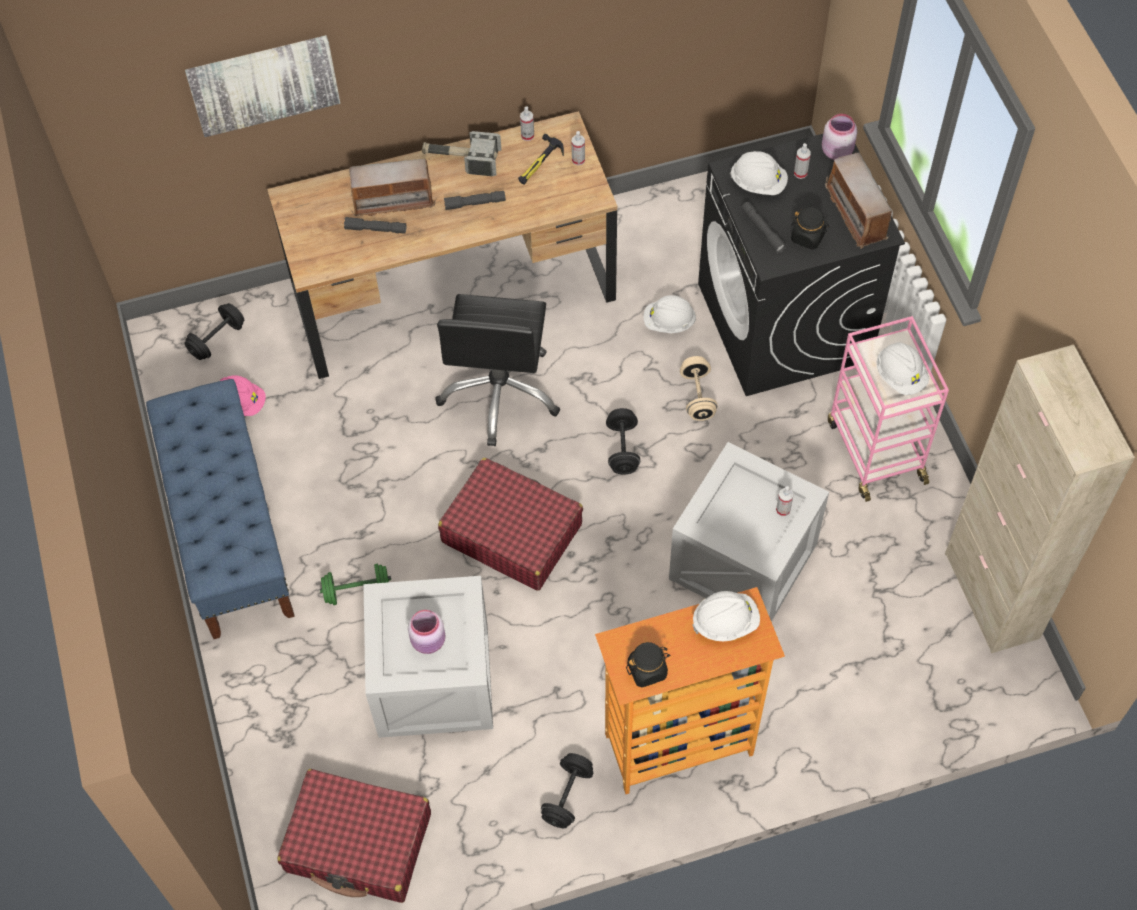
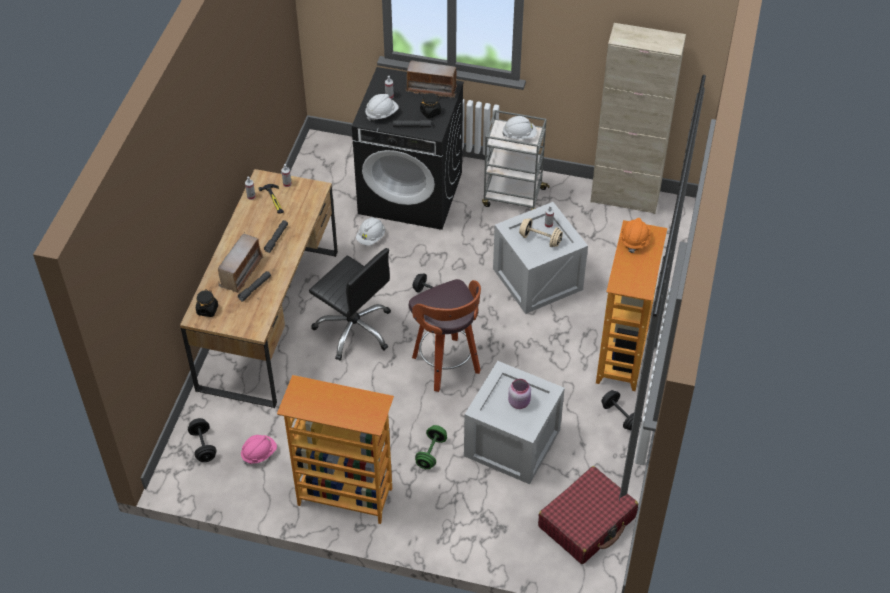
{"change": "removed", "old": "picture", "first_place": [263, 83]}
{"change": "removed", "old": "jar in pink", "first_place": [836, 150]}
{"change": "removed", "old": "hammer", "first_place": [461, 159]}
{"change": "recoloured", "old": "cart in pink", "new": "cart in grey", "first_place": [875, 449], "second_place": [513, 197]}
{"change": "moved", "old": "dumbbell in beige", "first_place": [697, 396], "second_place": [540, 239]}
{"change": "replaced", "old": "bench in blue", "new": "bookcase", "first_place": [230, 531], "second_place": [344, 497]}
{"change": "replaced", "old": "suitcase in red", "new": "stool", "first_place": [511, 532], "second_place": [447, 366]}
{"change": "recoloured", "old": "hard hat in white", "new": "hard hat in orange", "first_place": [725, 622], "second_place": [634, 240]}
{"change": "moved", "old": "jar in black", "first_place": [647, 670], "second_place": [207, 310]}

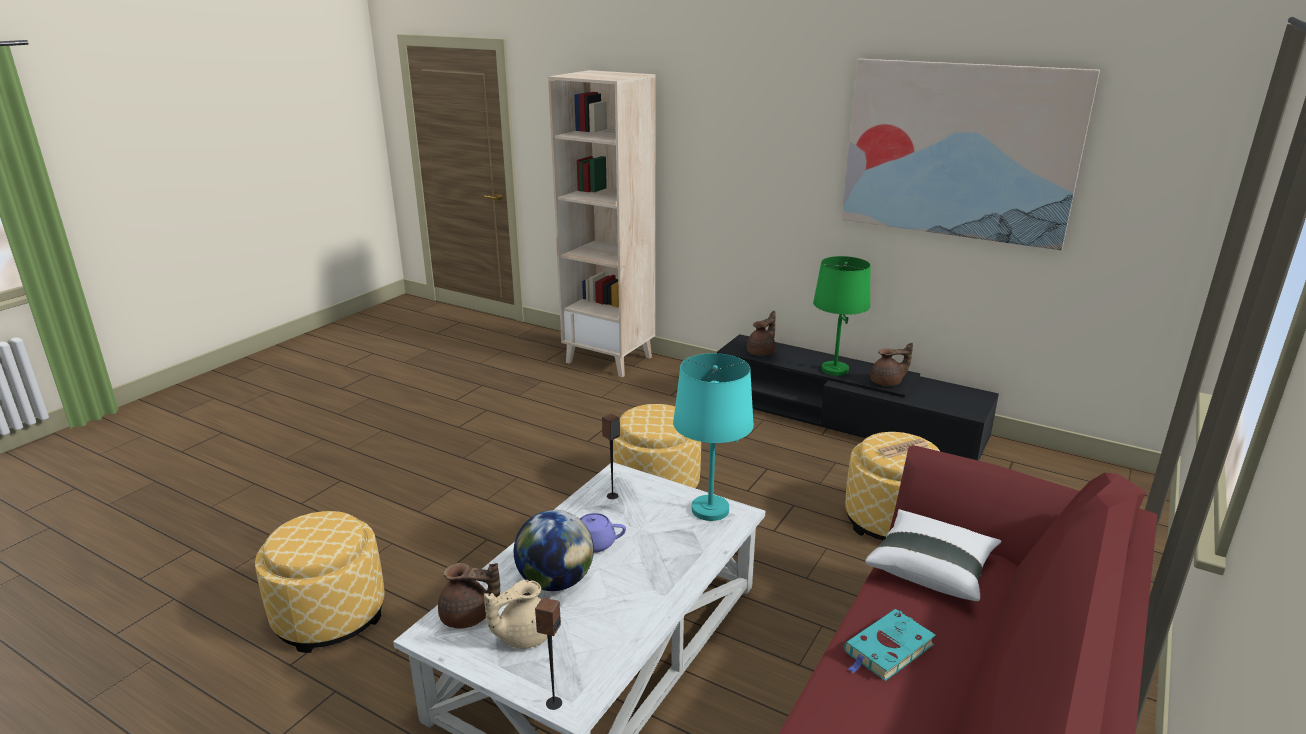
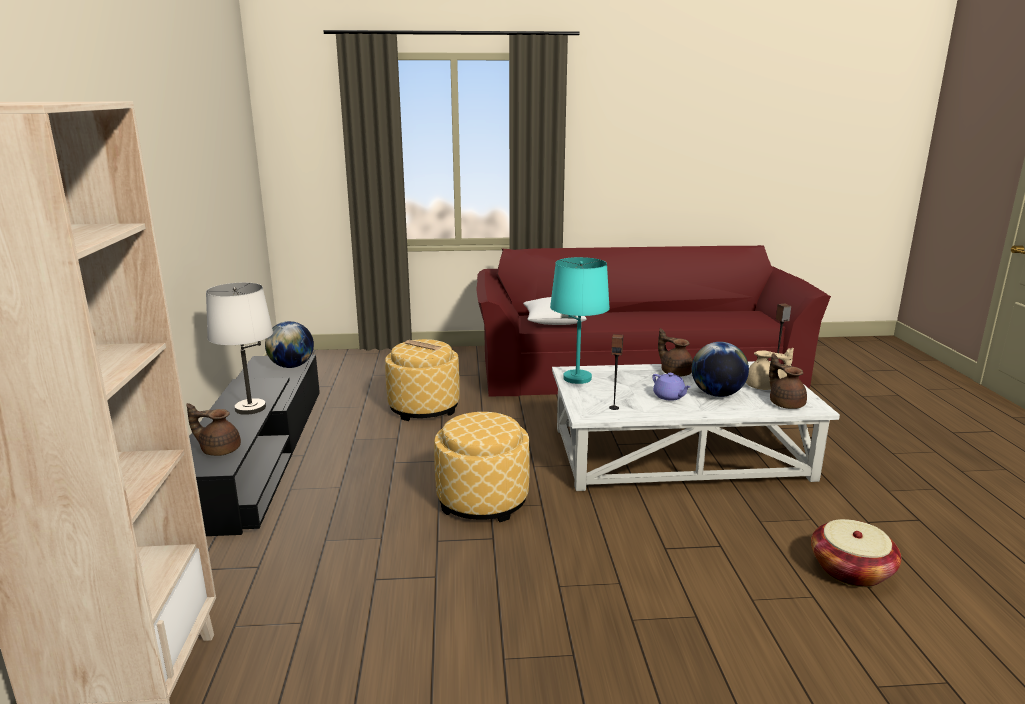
{"change": "removed", "old": "picture", "first_place": [958, 151]}
{"change": "recoloured", "old": "table lamp in green", "new": "table lamp in white", "first_place": [834, 370], "second_place": [250, 408]}
{"change": "moved", "old": "teapot in brown", "first_place": [887, 382], "second_place": [675, 372]}
{"change": "replaced", "old": "ottoman", "new": "basket", "first_place": [329, 615], "second_place": [851, 570]}
{"change": "removed", "old": "book in turquoise", "first_place": [887, 650]}
{"change": "added", "new": "globe", "second_place": [292, 366]}

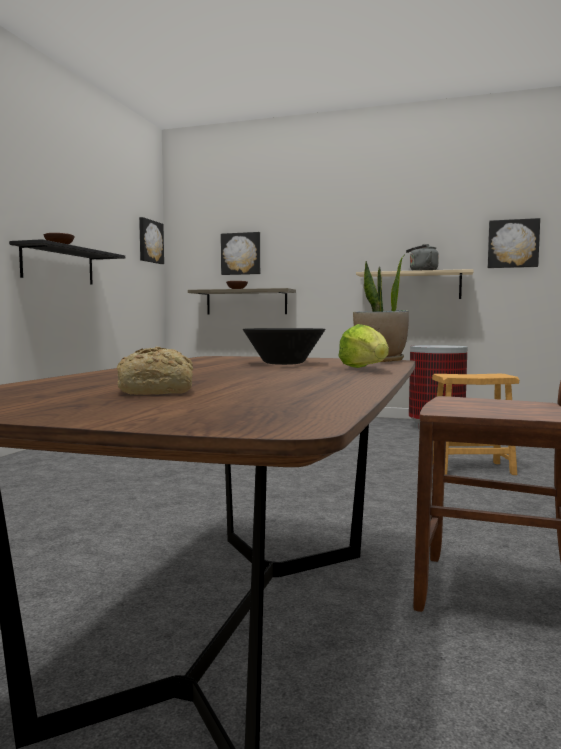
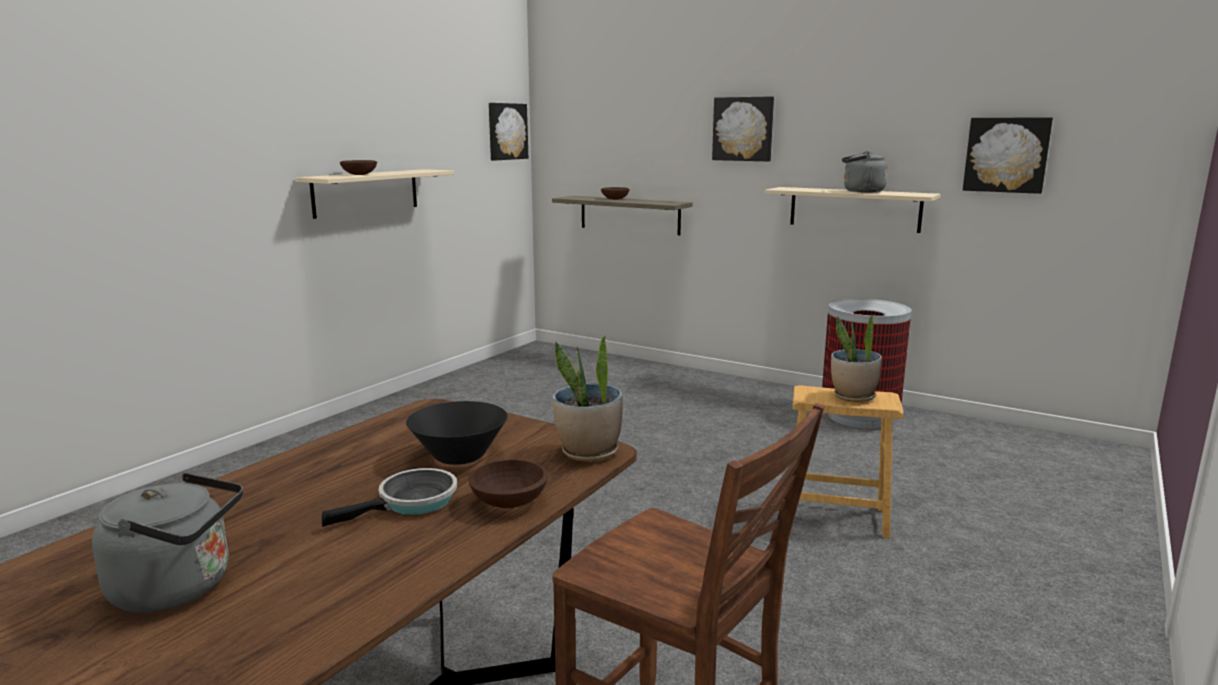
{"change": "moved", "old": "picture", "first_place": [241, 254], "second_place": [743, 129]}
{"change": "recoloured", "old": "shelf in black", "new": "shelf in beige", "first_place": [58, 265], "second_place": [366, 192]}
{"change": "replaced", "old": "lettuce", "new": "bowl in brown", "first_place": [365, 369], "second_place": [510, 501]}
{"change": "replaced", "old": "bread", "new": "kettle in grey", "first_place": [158, 391], "second_place": [179, 588]}
{"change": "added", "new": "potted plant", "second_place": [853, 397]}
{"change": "added", "new": "frying pan", "second_place": [412, 503]}

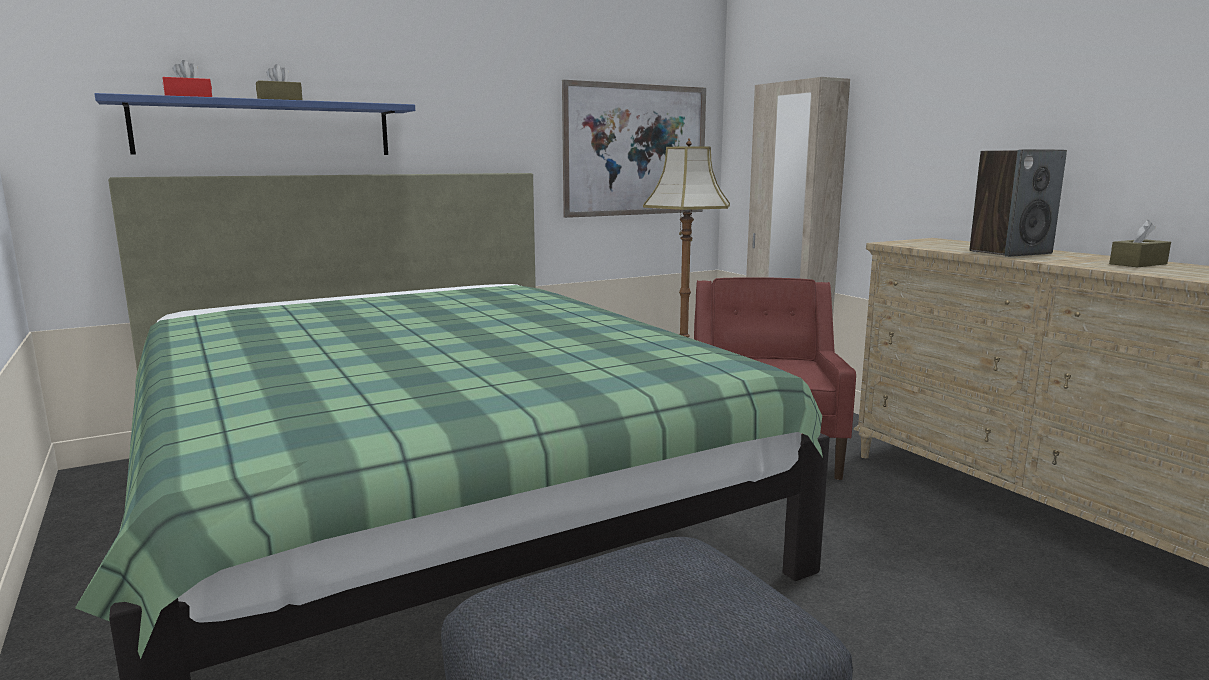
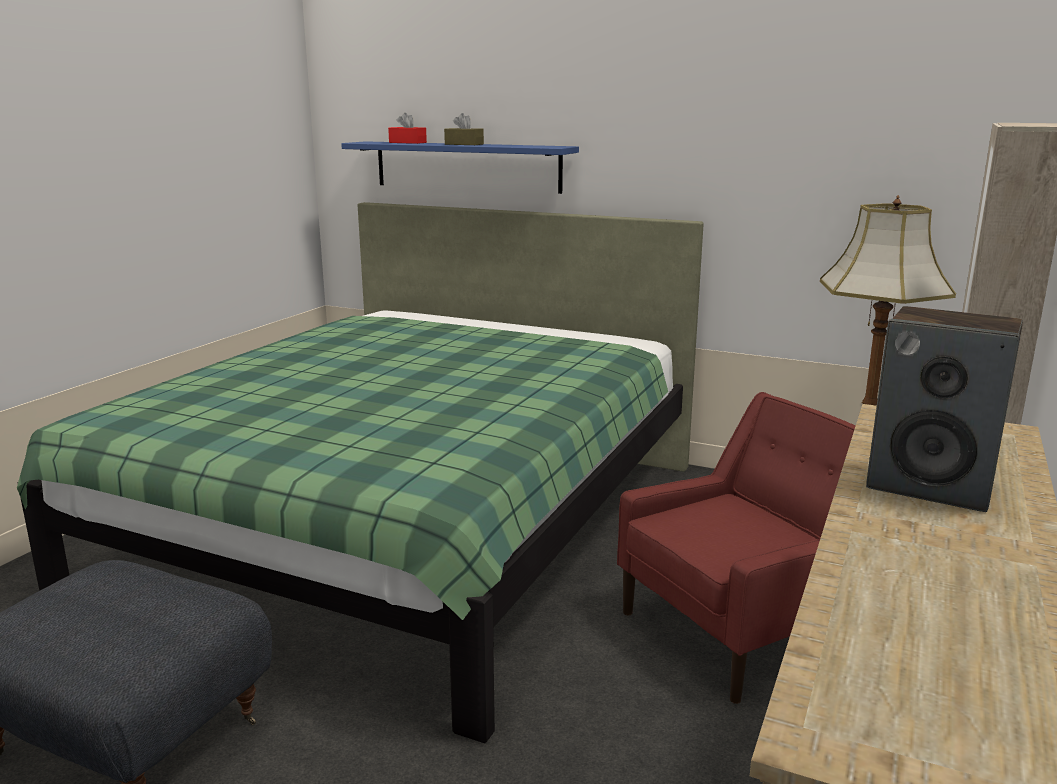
{"change": "removed", "old": "picture", "first_place": [636, 150]}
{"change": "removed", "old": "tissue box in brown", "first_place": [1138, 264]}

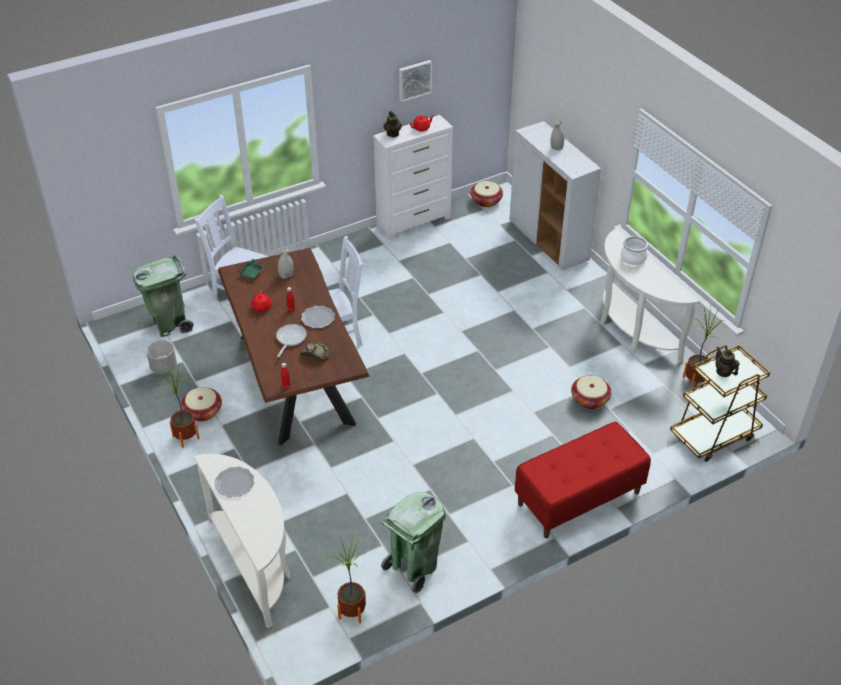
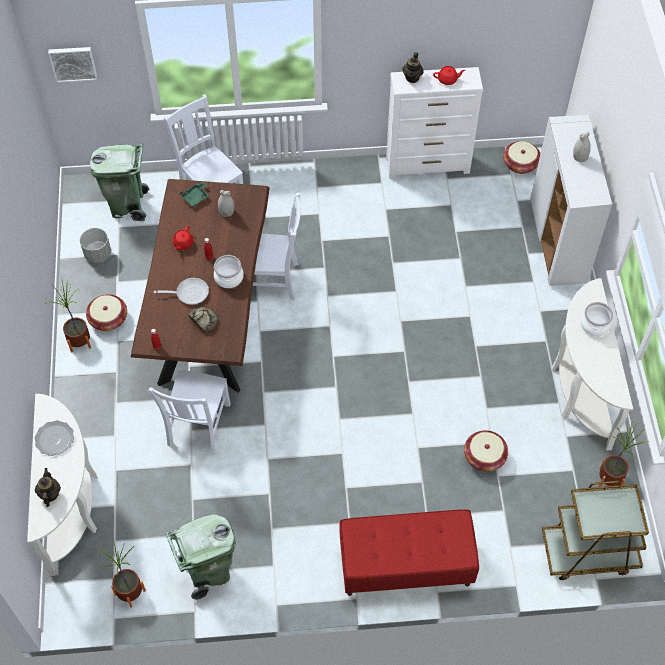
{"change": "moved", "old": "picture", "first_place": [414, 80], "second_place": [73, 63]}
{"change": "replaced", "old": "plate", "new": "cooking pot", "first_place": [317, 318], "second_place": [228, 277]}
{"change": "turned", "old": "frying pan", "first_place": [290, 339], "second_place": [189, 293], "degrees": 45}
{"change": "moved", "old": "teapot", "first_place": [723, 372], "second_place": [50, 494]}
{"change": "added", "new": "chair in white", "second_place": [198, 427]}

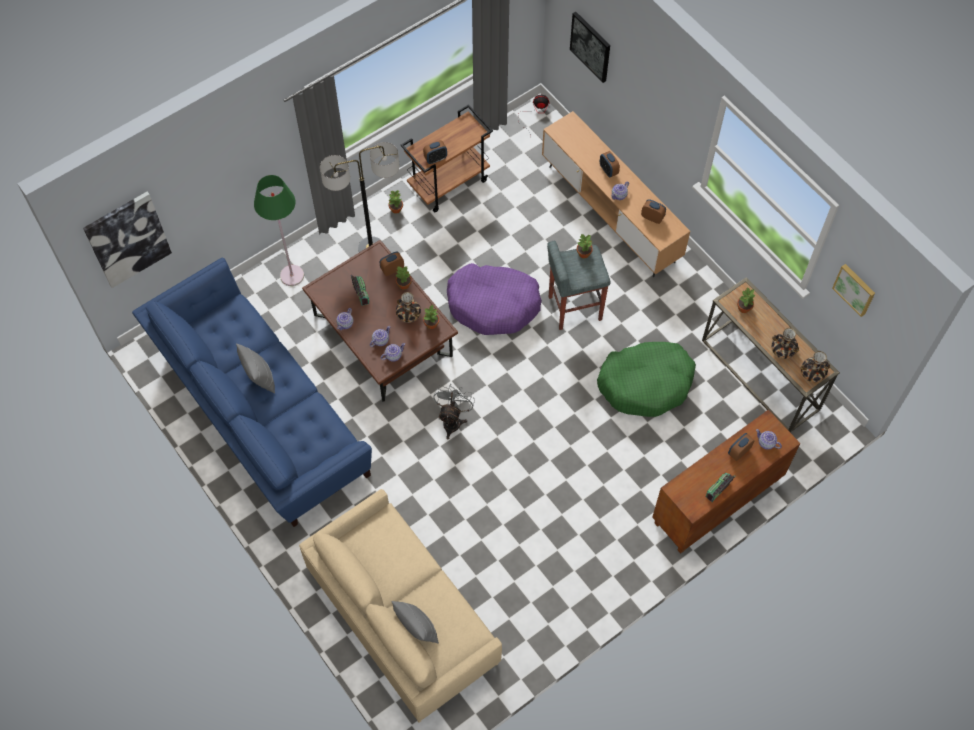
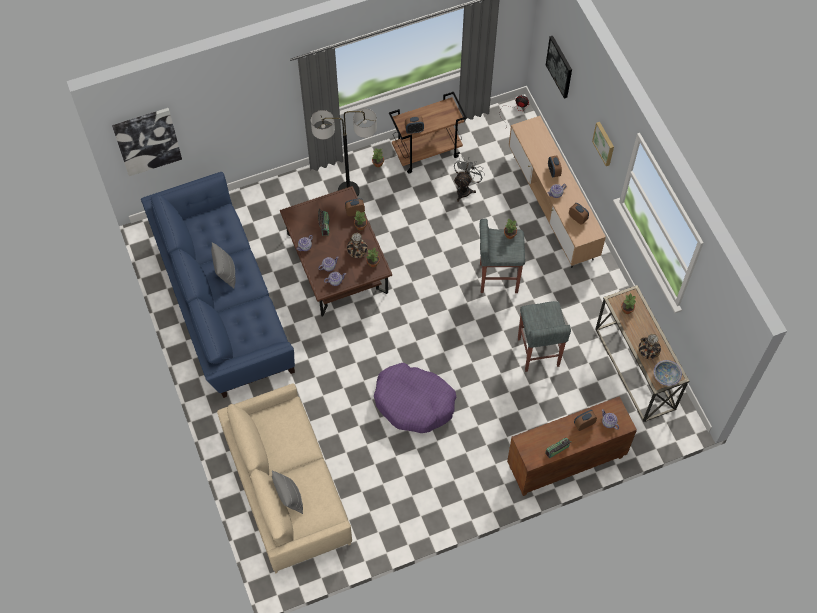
{"change": "removed", "old": "floor lamp in green", "first_place": [292, 275]}
{"change": "moved", "old": "dog bed in purple", "first_place": [493, 304], "second_place": [414, 402]}
{"change": "moved", "old": "picture", "first_place": [855, 289], "second_place": [604, 143]}
{"change": "replaced", "old": "dog bed in green", "new": "stool in grey", "first_place": [646, 383], "second_place": [537, 353]}
{"change": "replaced", "old": "vase", "new": "bowl", "first_place": [812, 373], "second_place": [666, 376]}
{"change": "moved", "old": "fan in grey", "first_place": [452, 420], "second_place": [465, 189]}

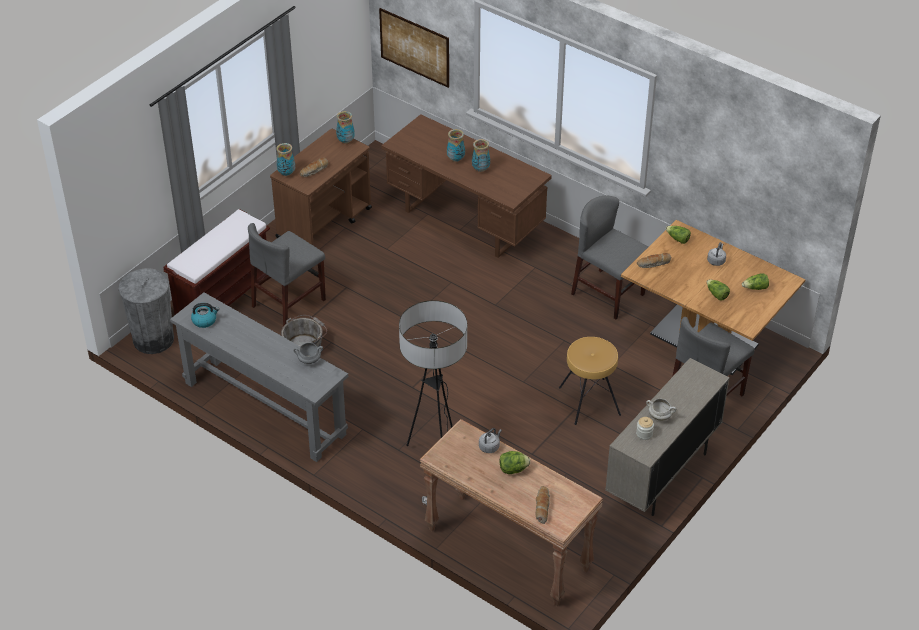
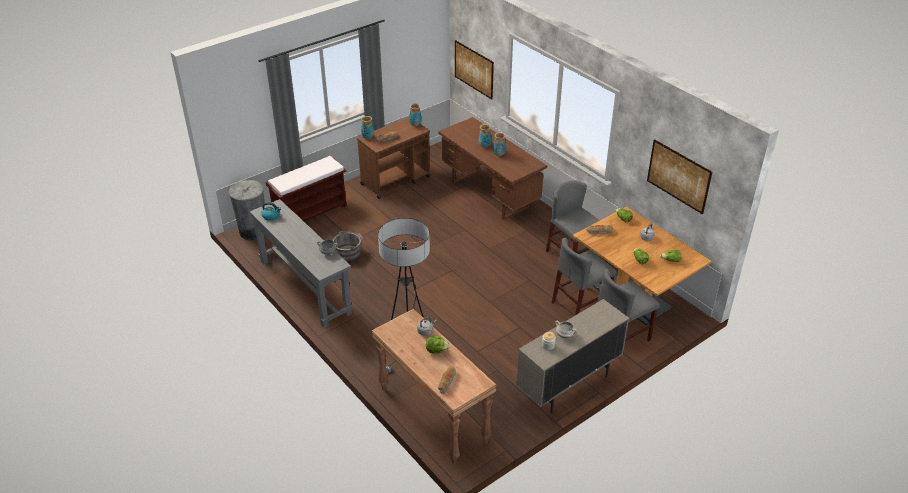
{"change": "moved", "old": "chair in grey", "first_place": [289, 303], "second_place": [580, 305]}
{"change": "removed", "old": "stool in brown", "first_place": [589, 401]}
{"change": "added", "new": "picture", "second_place": [678, 176]}

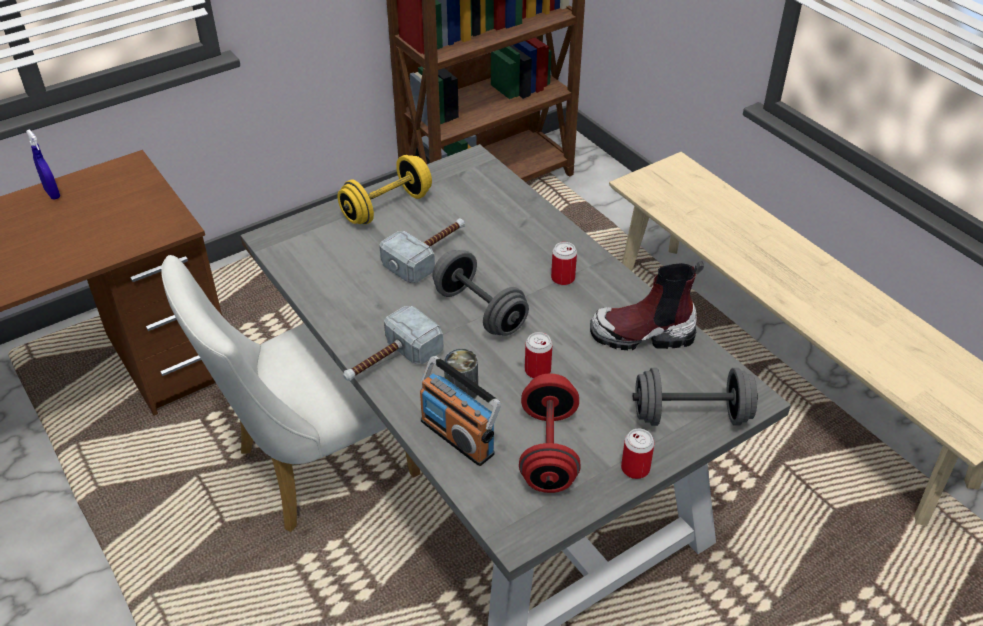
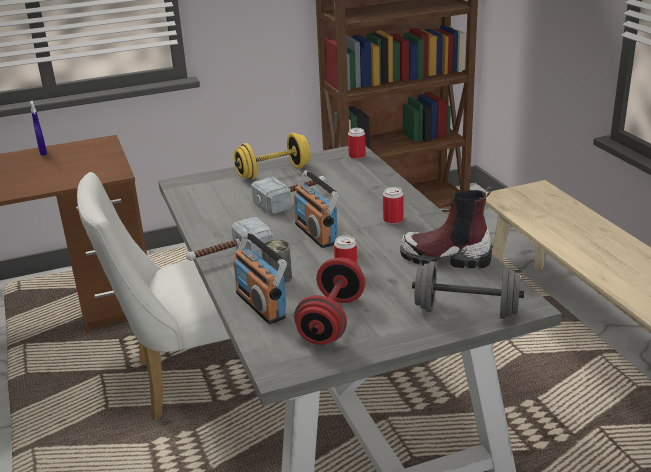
{"change": "replaced", "old": "dumbbell in grey", "new": "radio", "first_place": [480, 311], "second_place": [316, 233]}
{"change": "moved", "old": "can", "first_place": [635, 468], "second_place": [357, 156]}

